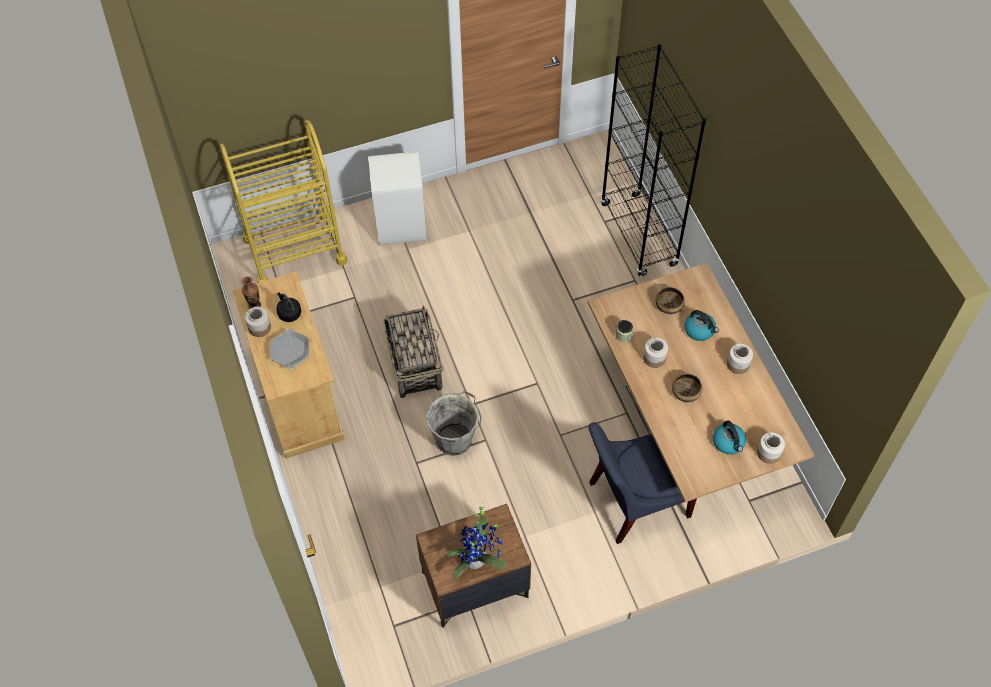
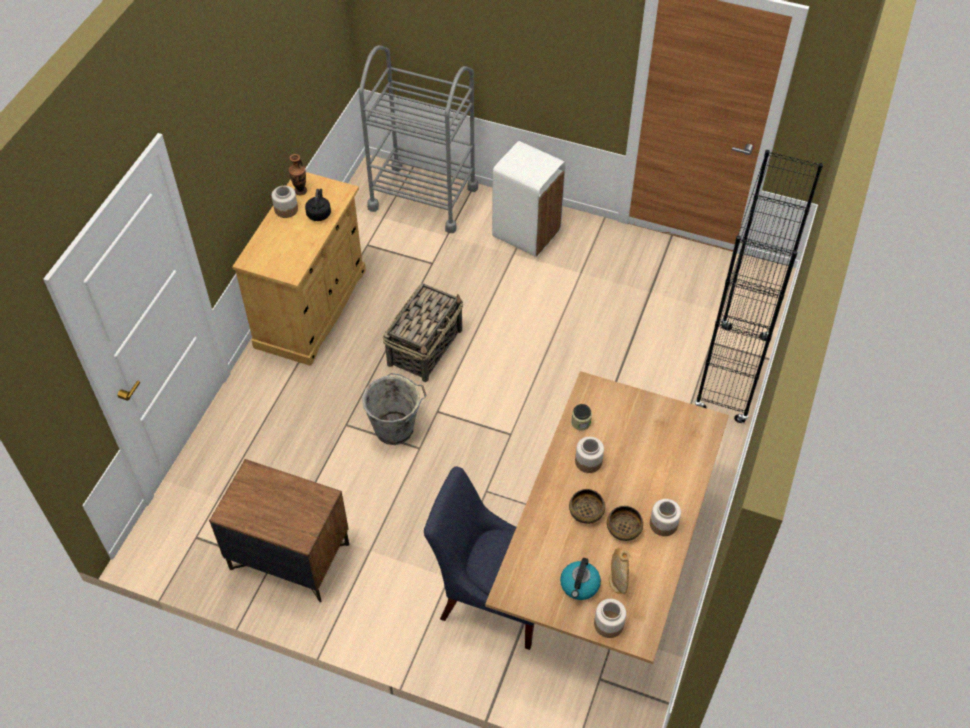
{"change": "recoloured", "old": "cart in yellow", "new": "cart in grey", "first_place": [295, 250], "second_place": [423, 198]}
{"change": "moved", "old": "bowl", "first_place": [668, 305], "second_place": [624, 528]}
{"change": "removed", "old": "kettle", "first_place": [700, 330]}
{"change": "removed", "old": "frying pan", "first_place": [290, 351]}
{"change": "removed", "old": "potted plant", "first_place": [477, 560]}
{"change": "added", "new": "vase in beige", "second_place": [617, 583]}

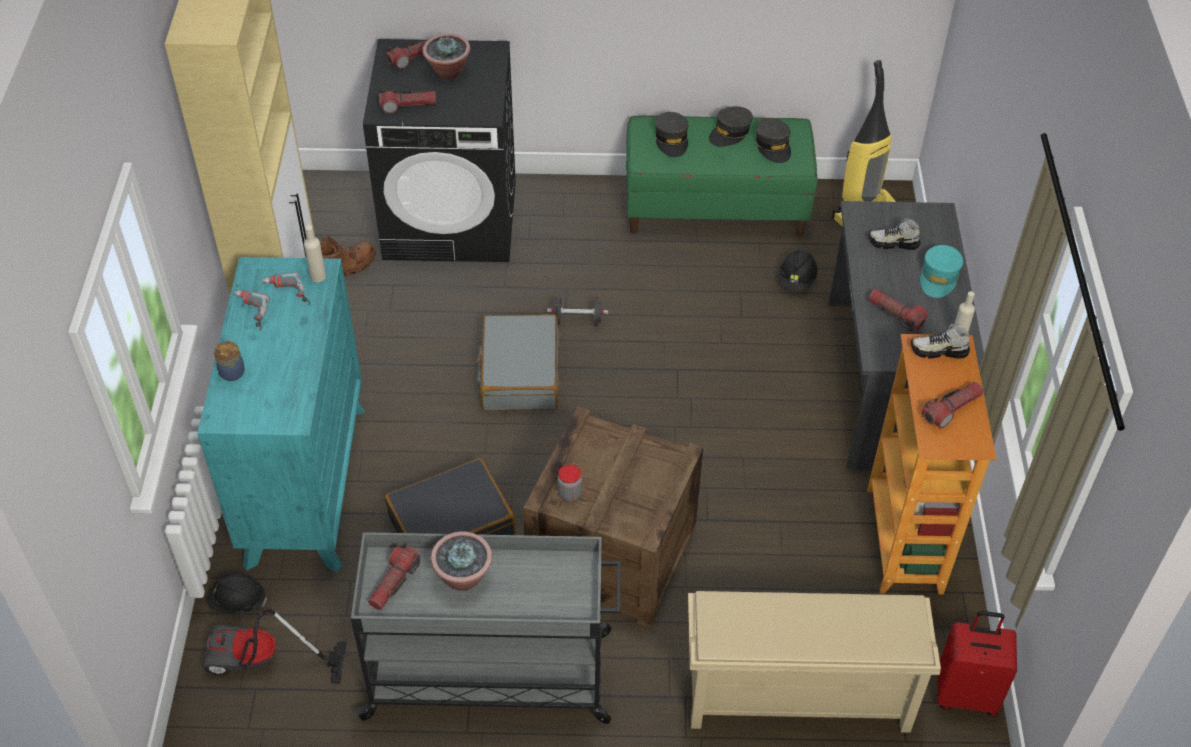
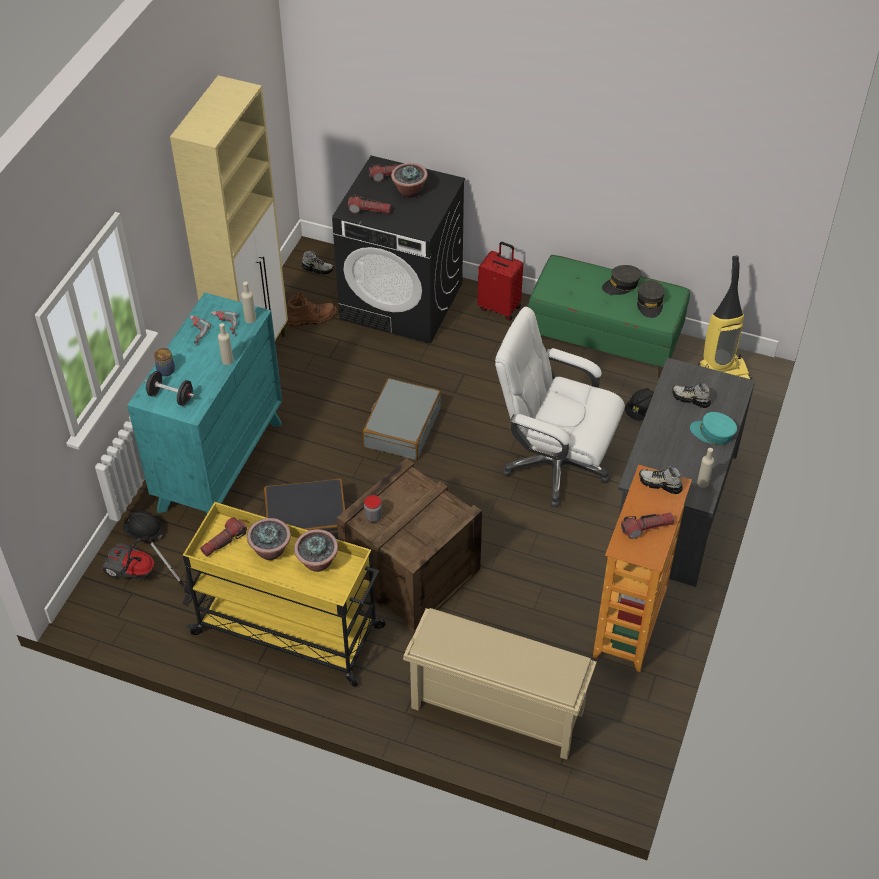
{"change": "removed", "old": "cap in grey", "first_place": [671, 140]}
{"change": "turned", "old": "cap in turquoise", "first_place": [939, 277], "second_place": [712, 433], "degrees": 75}
{"change": "removed", "old": "flashlight", "first_place": [895, 315]}
{"change": "moved", "old": "dumbbell in black", "first_place": [577, 320], "second_place": [171, 397]}
{"change": "recoloured", "old": "cart in grey", "new": "cart in yellow", "first_place": [491, 675], "second_place": [290, 631]}
{"change": "moved", "old": "suitcase in red", "first_place": [966, 694], "second_place": [500, 307]}
{"change": "added", "new": "shoe", "second_place": [317, 268]}
{"change": "added", "new": "office chair in white", "second_place": [554, 464]}
{"change": "added", "new": "bottle in beige", "second_place": [227, 360]}
{"change": "added", "new": "potted plant", "second_place": [318, 563]}

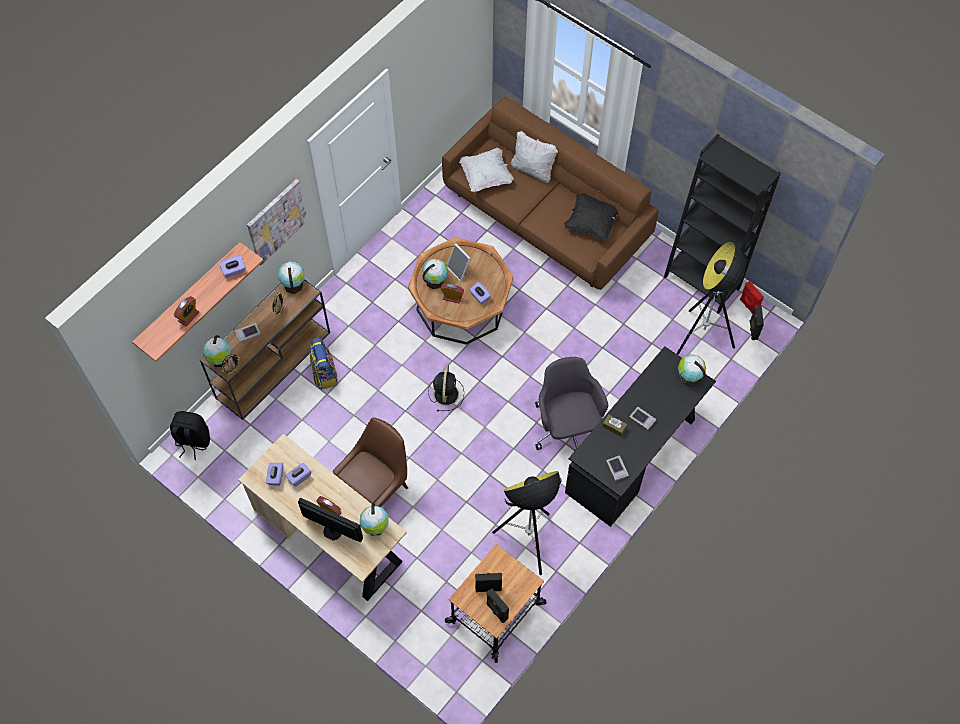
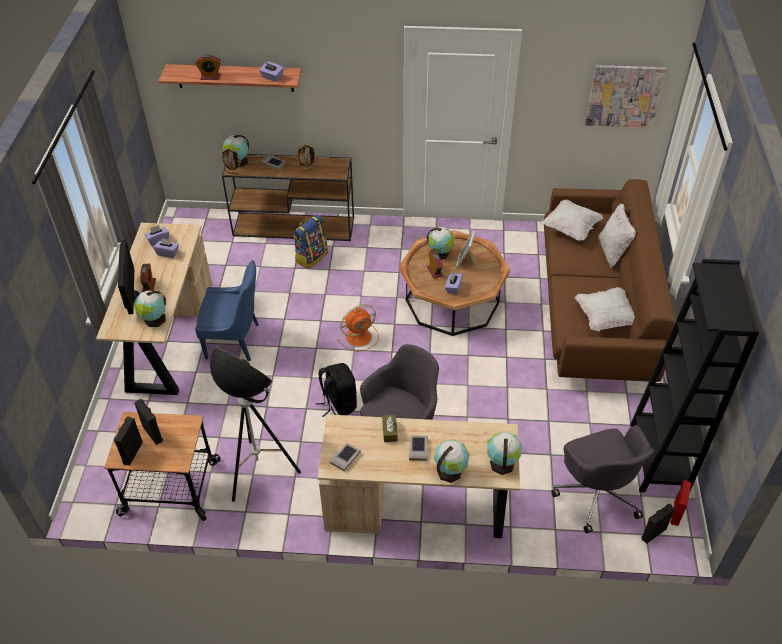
{"change": "moved", "old": "picture", "first_place": [276, 221], "second_place": [624, 95]}
{"change": "recoloured", "old": "pillow in black", "new": "pillow in white", "first_place": [591, 223], "second_place": [605, 318]}
{"change": "replaced", "old": "floor lamp", "new": "office chair in grey", "first_place": [701, 339], "second_place": [597, 493]}
{"change": "moved", "old": "globe", "first_place": [293, 284], "second_place": [450, 471]}
{"change": "recoloured", "old": "desk in black", "new": "desk in beige", "first_place": [634, 454], "second_place": [418, 507]}
{"change": "recoloured", "old": "fan in black", "new": "fan in orange", "first_place": [446, 393], "second_place": [360, 337]}
{"change": "moved", "old": "backpack in black", "first_place": [193, 441], "second_place": [338, 404]}
{"change": "recoloured", "old": "chair in brown", "new": "chair in blue", "first_place": [377, 487], "second_place": [235, 341]}

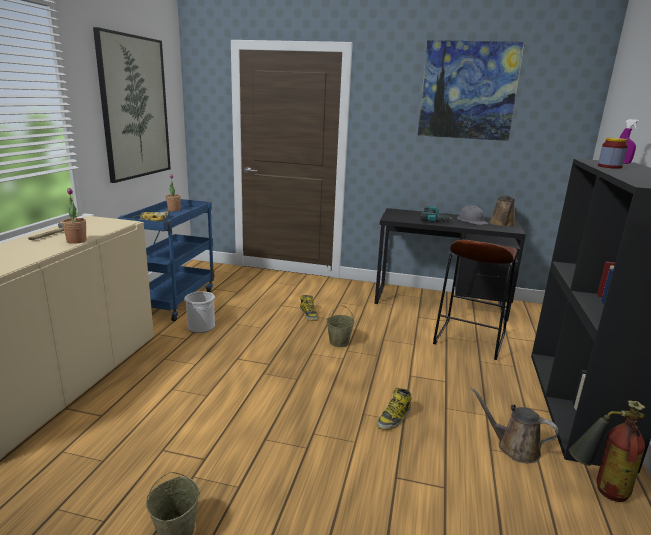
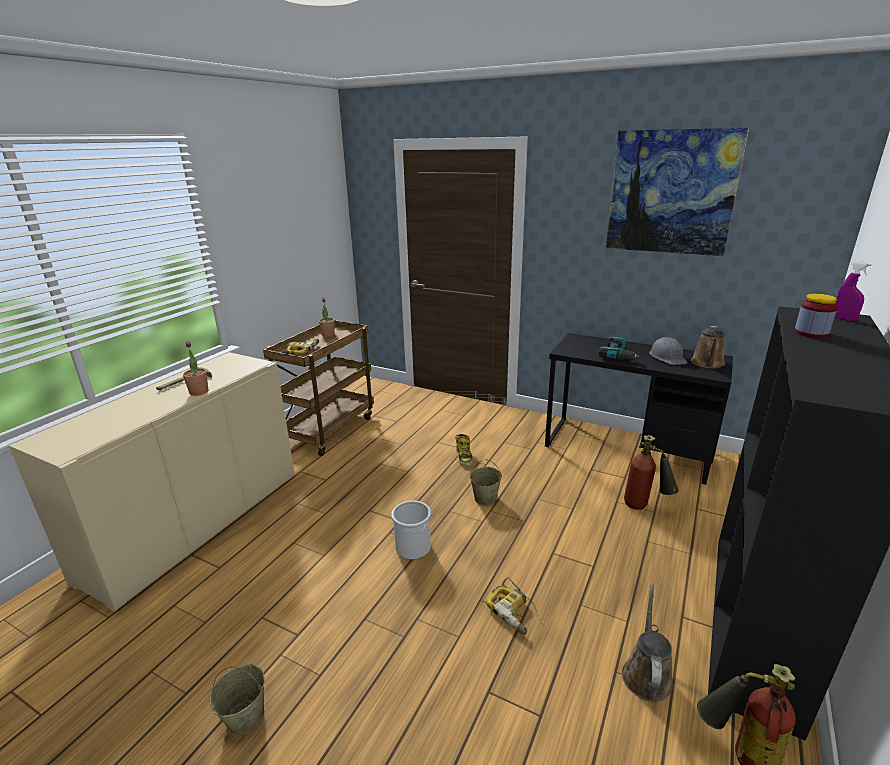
{"change": "removed", "old": "picture", "first_place": [135, 108]}
{"change": "recoloured", "old": "cart in blue", "new": "cart in brown", "first_place": [174, 300], "second_place": [329, 429]}
{"change": "replaced", "old": "stool in brown", "new": "fire extinguisher", "first_place": [469, 339], "second_place": [645, 507]}
{"change": "moved", "old": "bucket", "first_place": [201, 327], "second_place": [413, 547]}
{"change": "turned", "old": "watering can in brown", "first_place": [514, 447], "second_place": [646, 673], "degrees": 60}
{"change": "replaced", "old": "boot", "new": "power drill", "first_place": [394, 418], "second_place": [513, 610]}

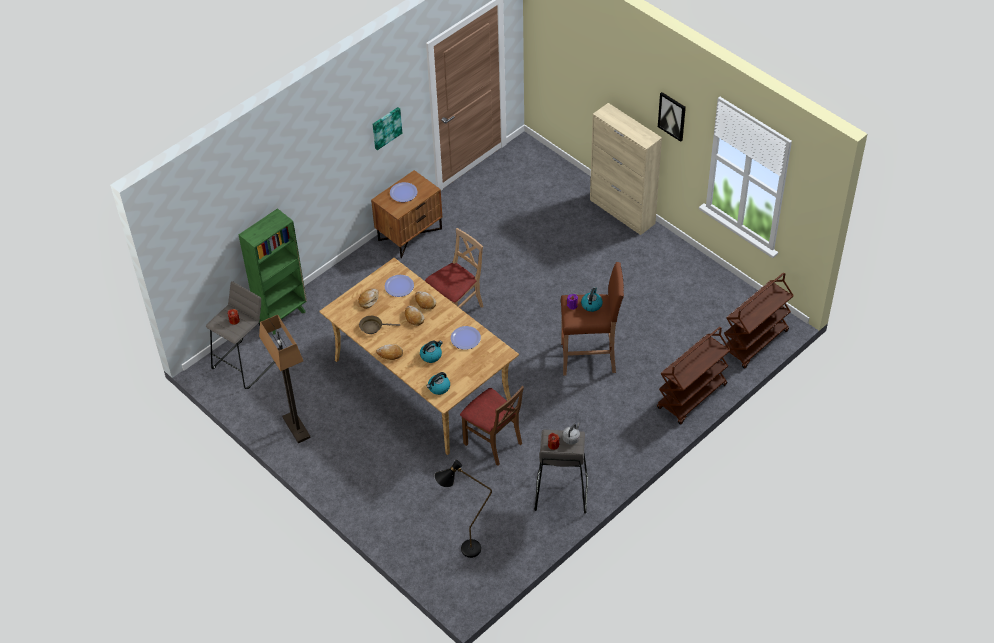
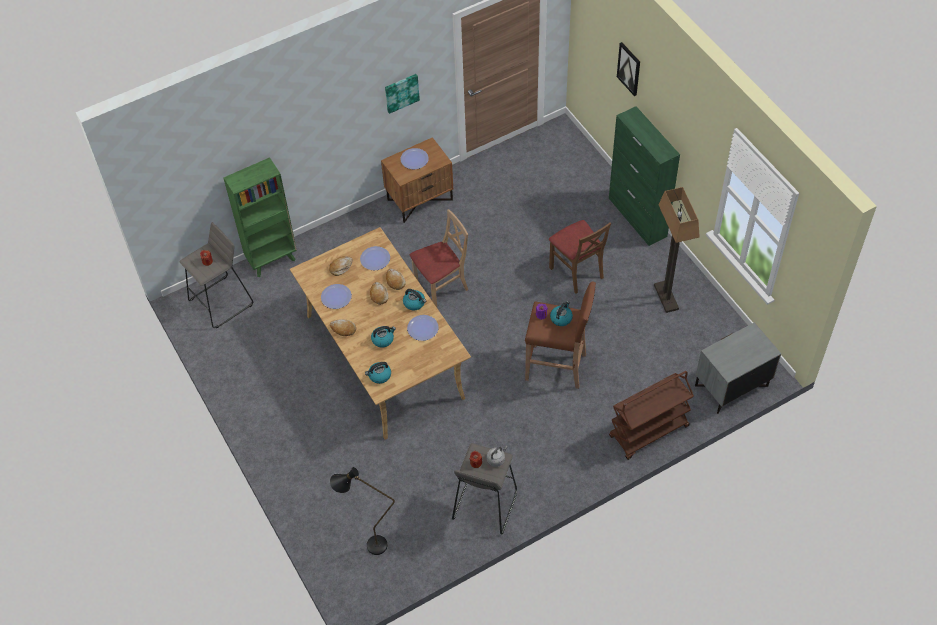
{"change": "moved", "old": "picture", "first_place": [672, 116], "second_place": [629, 68]}
{"change": "recoloured", "old": "cabinet in beige", "new": "cabinet in green", "first_place": [622, 212], "second_place": [637, 217]}
{"change": "replaced", "old": "cart in brown", "new": "nightstand in grey", "first_place": [754, 343], "second_place": [731, 386]}
{"change": "moved", "old": "floor lamp", "first_place": [296, 427], "second_place": [665, 297]}
{"change": "replaced", "old": "frying pan in brown", "new": "plate", "first_place": [373, 327], "second_place": [336, 297]}
{"change": "moved", "old": "chair in brown", "first_place": [493, 442], "second_place": [577, 272]}
{"change": "added", "new": "kettle", "second_place": [414, 303]}

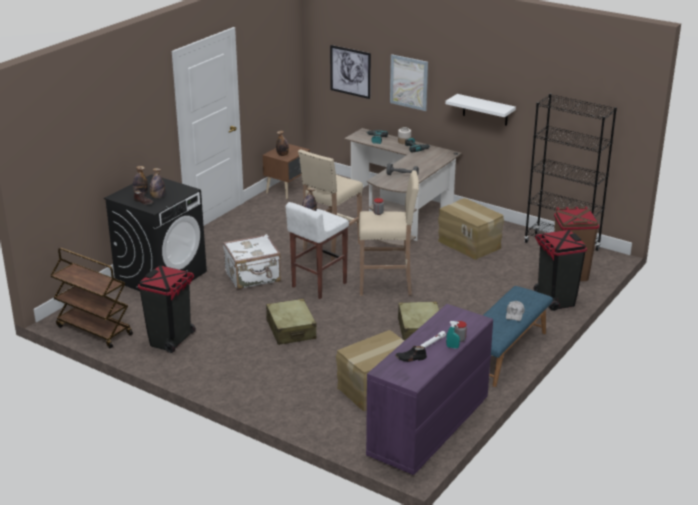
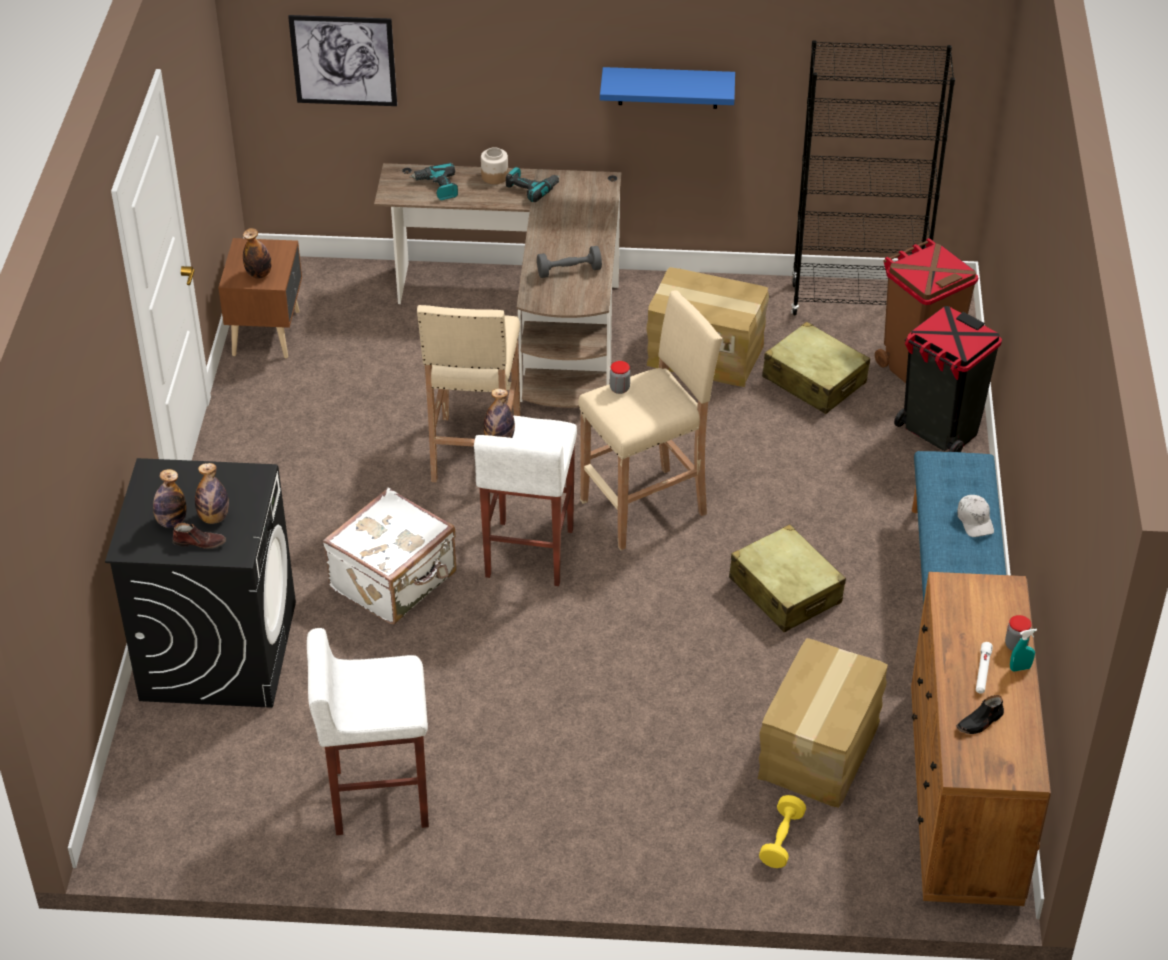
{"change": "removed", "old": "picture", "first_place": [409, 82]}
{"change": "recoloured", "old": "shelf in white", "new": "shelf in blue", "first_place": [485, 110], "second_place": [668, 87]}
{"change": "removed", "old": "cart in brown", "first_place": [93, 330]}
{"change": "replaced", "old": "trash can in black", "new": "stool in white", "first_place": [171, 340], "second_place": [378, 797]}
{"change": "moved", "old": "suitcase in beige", "first_place": [291, 329], "second_place": [814, 380]}
{"change": "recoloured", "old": "dresser in purple", "new": "dresser in brown", "first_place": [428, 428], "second_place": [964, 797]}
{"change": "added", "new": "dumbbell in yellow", "second_place": [781, 840]}

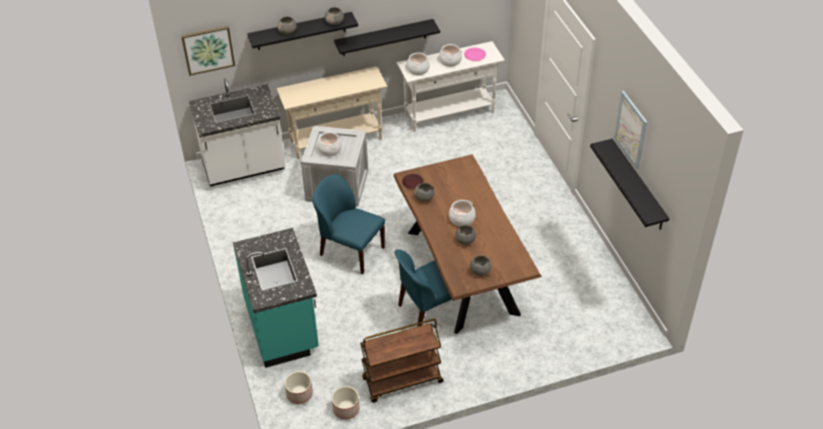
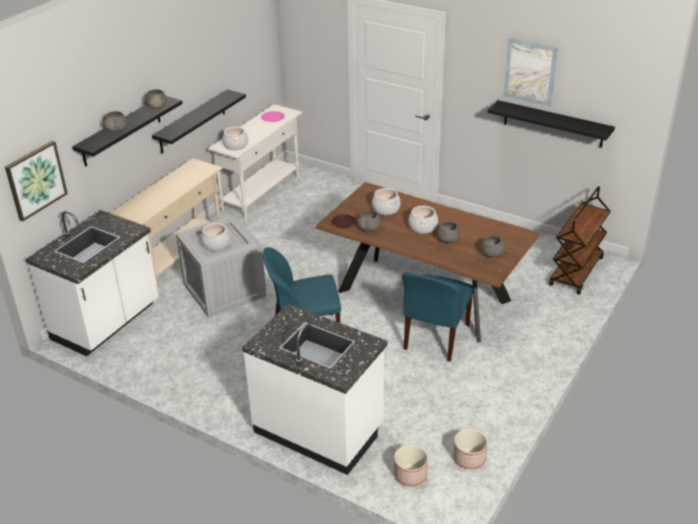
{"change": "moved", "old": "cooking pot", "first_place": [450, 61], "second_place": [386, 209]}
{"change": "recoloured", "old": "counter in turquoise", "new": "counter in white", "first_place": [283, 326], "second_place": [319, 429]}
{"change": "moved", "old": "cart in brown", "first_place": [402, 381], "second_place": [576, 272]}

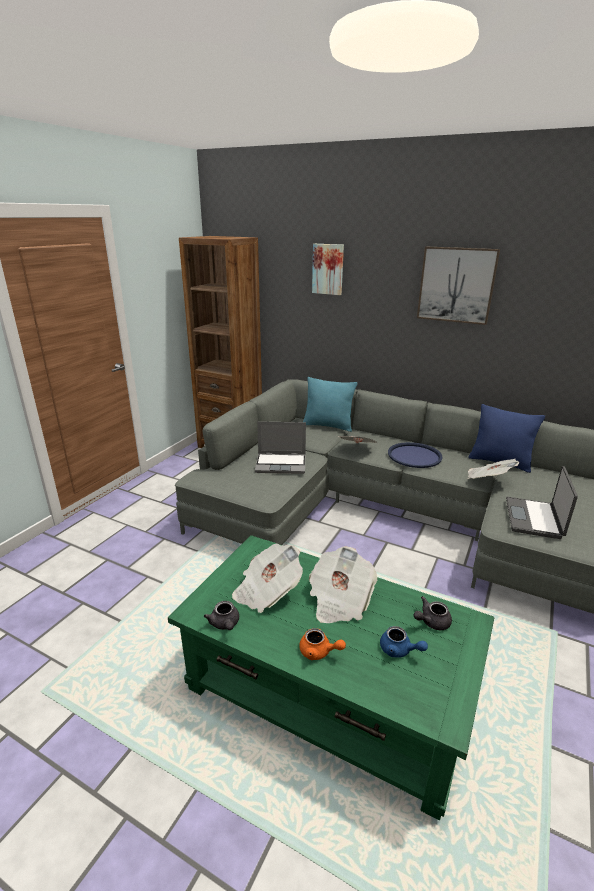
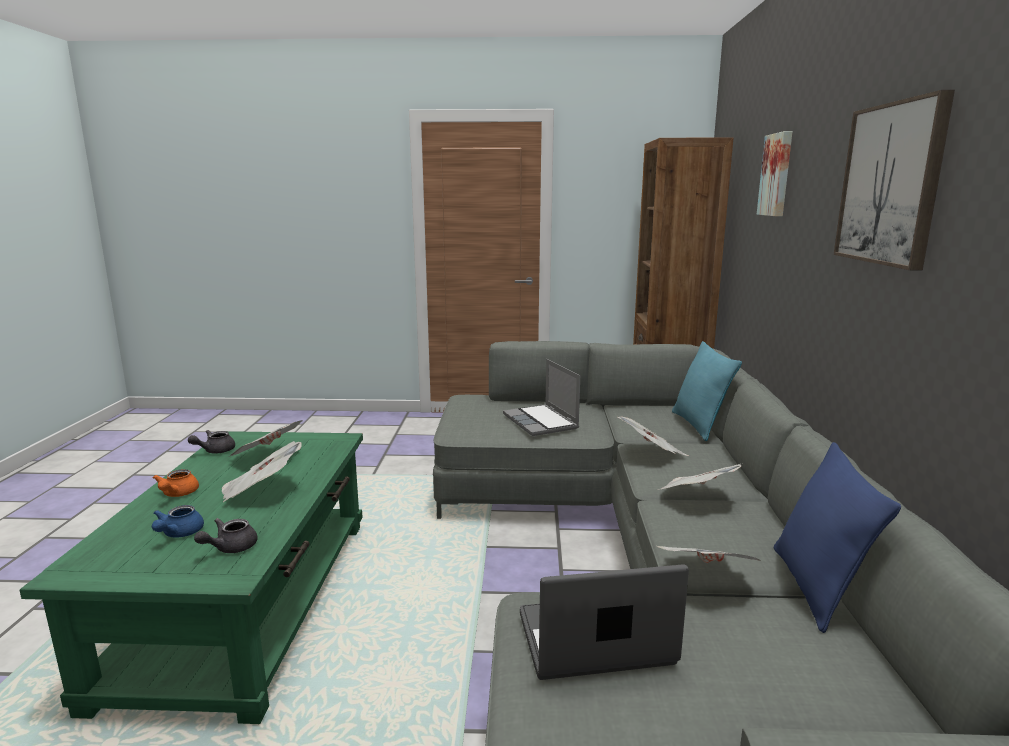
{"change": "replaced", "old": "tray in blue", "new": "newspaper", "first_place": [414, 456], "second_place": [697, 496]}
{"change": "turned", "old": "teapot in grey", "first_place": [431, 622], "second_place": [230, 548], "degrees": -90}

